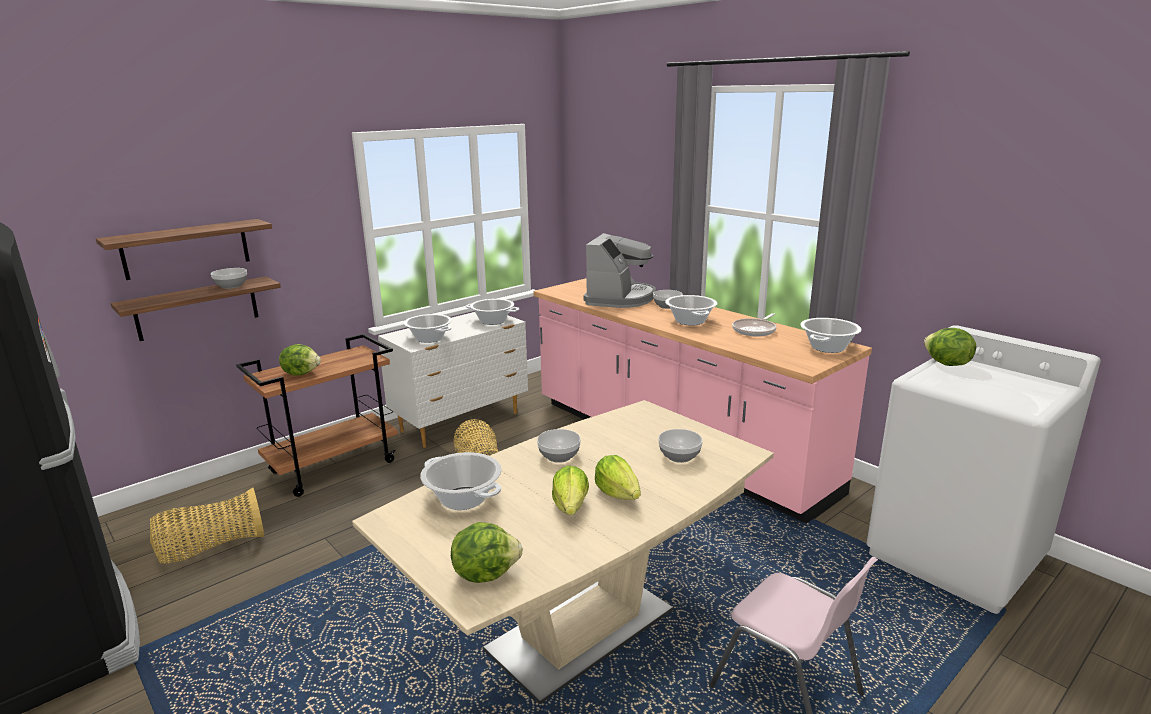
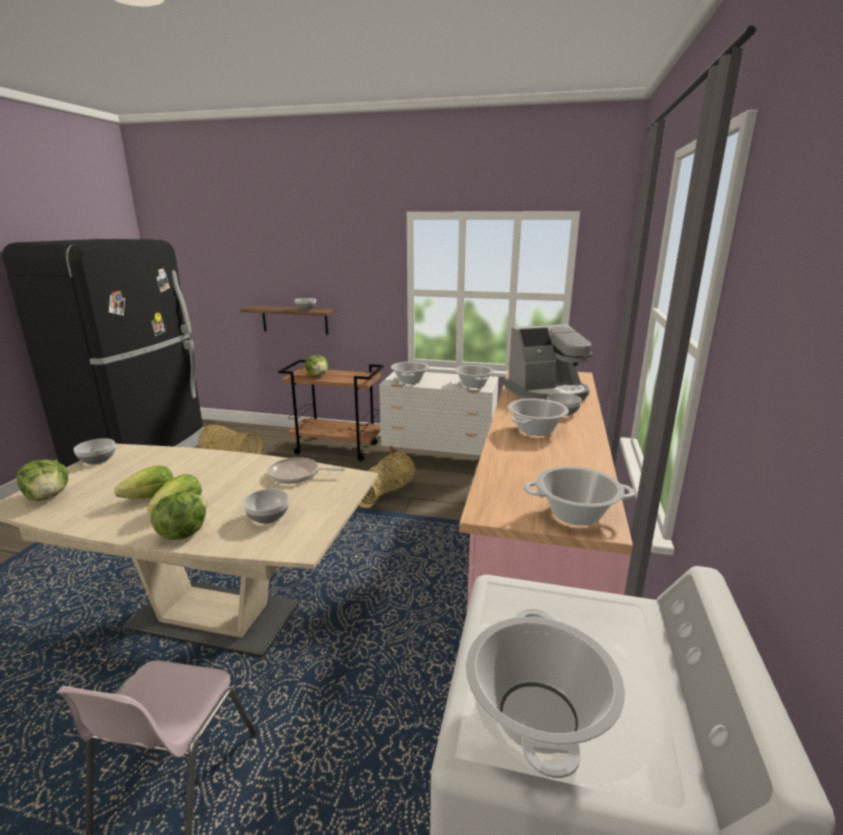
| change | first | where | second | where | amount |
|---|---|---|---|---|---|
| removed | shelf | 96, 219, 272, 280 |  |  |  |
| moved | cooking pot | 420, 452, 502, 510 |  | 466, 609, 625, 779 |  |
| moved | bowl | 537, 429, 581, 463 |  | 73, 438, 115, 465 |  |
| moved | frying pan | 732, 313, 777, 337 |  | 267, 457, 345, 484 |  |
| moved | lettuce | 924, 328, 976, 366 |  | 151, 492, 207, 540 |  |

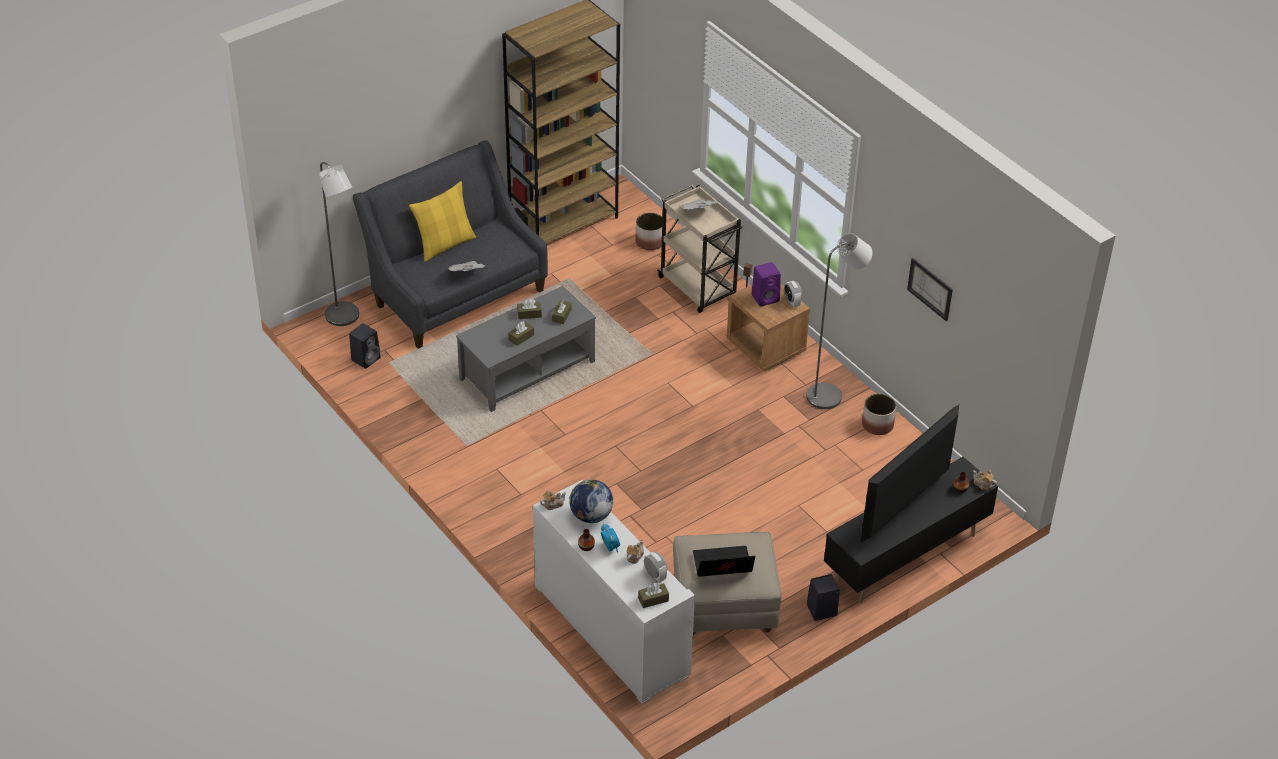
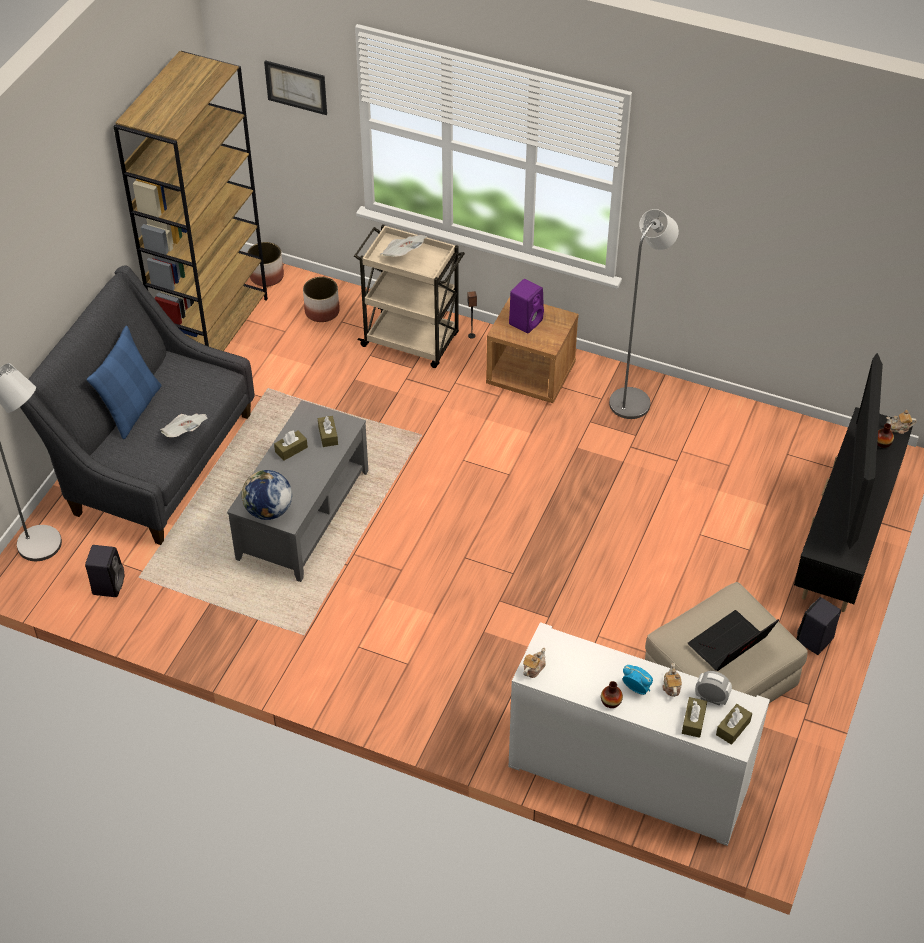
| change | first | where | second | where | amount |
|---|---|---|---|---|---|
| recoloured | yellow pillow | 409, 181, 476, 262 | blue pillow | 87, 326, 162, 439 |  |
| moved | brown tissue box | 508, 321, 534, 346 |  | 682, 697, 707, 738 |  |
| moved | globe | 569, 479, 613, 523 |  | 242, 470, 292, 520 |  |
| removed | alarm clock | 784, 281, 802, 307 |  |  |  |
| moved | planter | 862, 394, 896, 435 |  | 247, 242, 284, 287 |  |
| moved | picture | 907, 258, 953, 321 |  | 264, 60, 327, 115 |  |

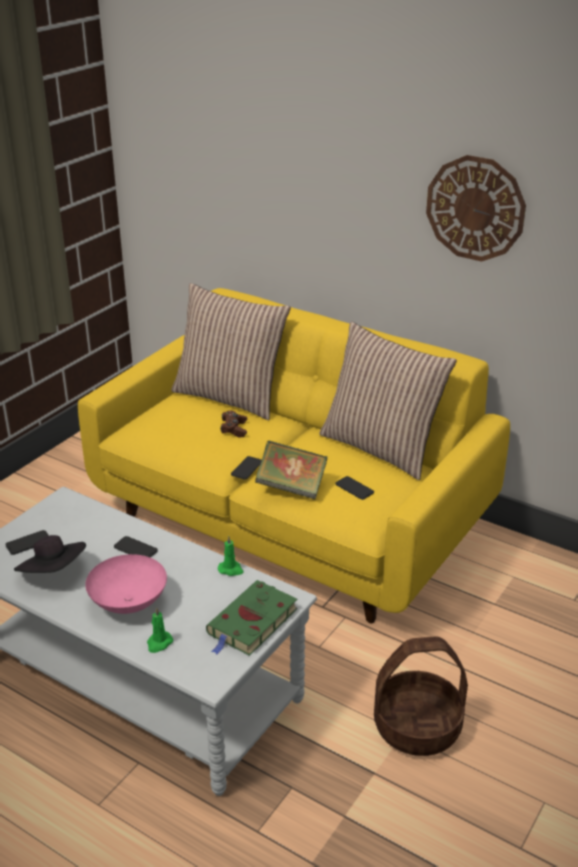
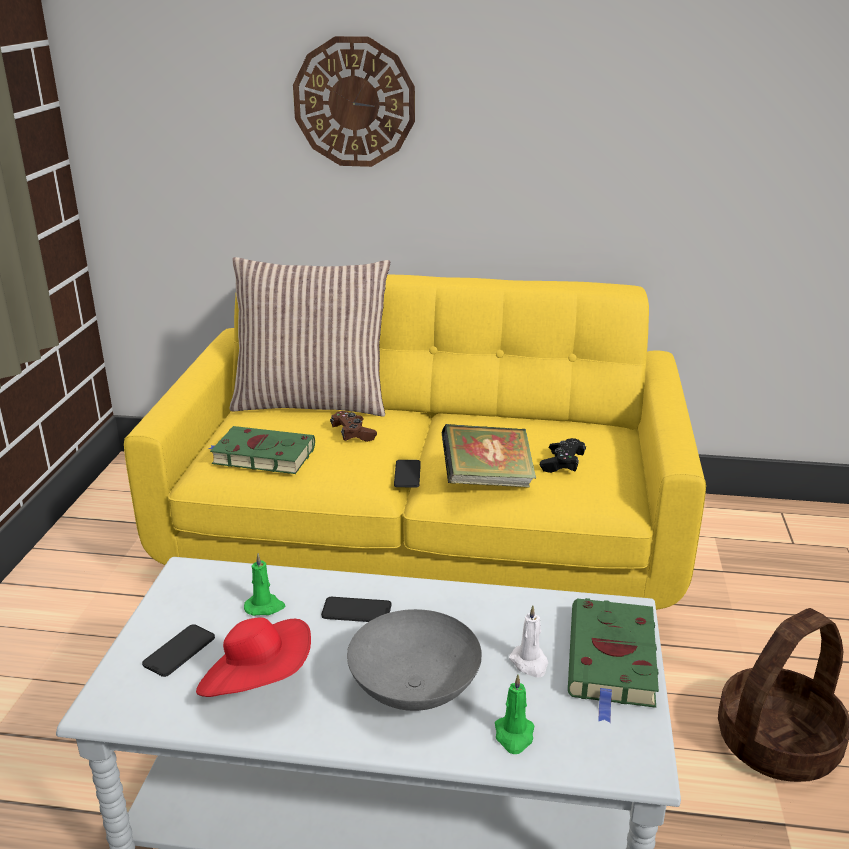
| change | first | where | second | where | amount |
|---|---|---|---|---|---|
| recoloured | black hat | 14, 535, 86, 573 | red hat | 196, 618, 311, 697 |  |
| recoloured | pink bowl | 85, 554, 167, 614 | grey bowl | 347, 609, 482, 711 |  |
| moved | green candle | 218, 536, 244, 576 |  | 244, 553, 286, 616 |  |
| removed | pillow | 319, 321, 457, 480 |  |  |  |
| replaced | phone | 335, 476, 374, 500 | black game controller | 540, 438, 586, 473 |  |
| moved | wall clock | 426, 155, 526, 262 |  | 293, 36, 415, 167 |  |
| added |  |  | green book | 208, 426, 315, 474 |  |
| added |  |  | white candle | 509, 605, 548, 678 |  |

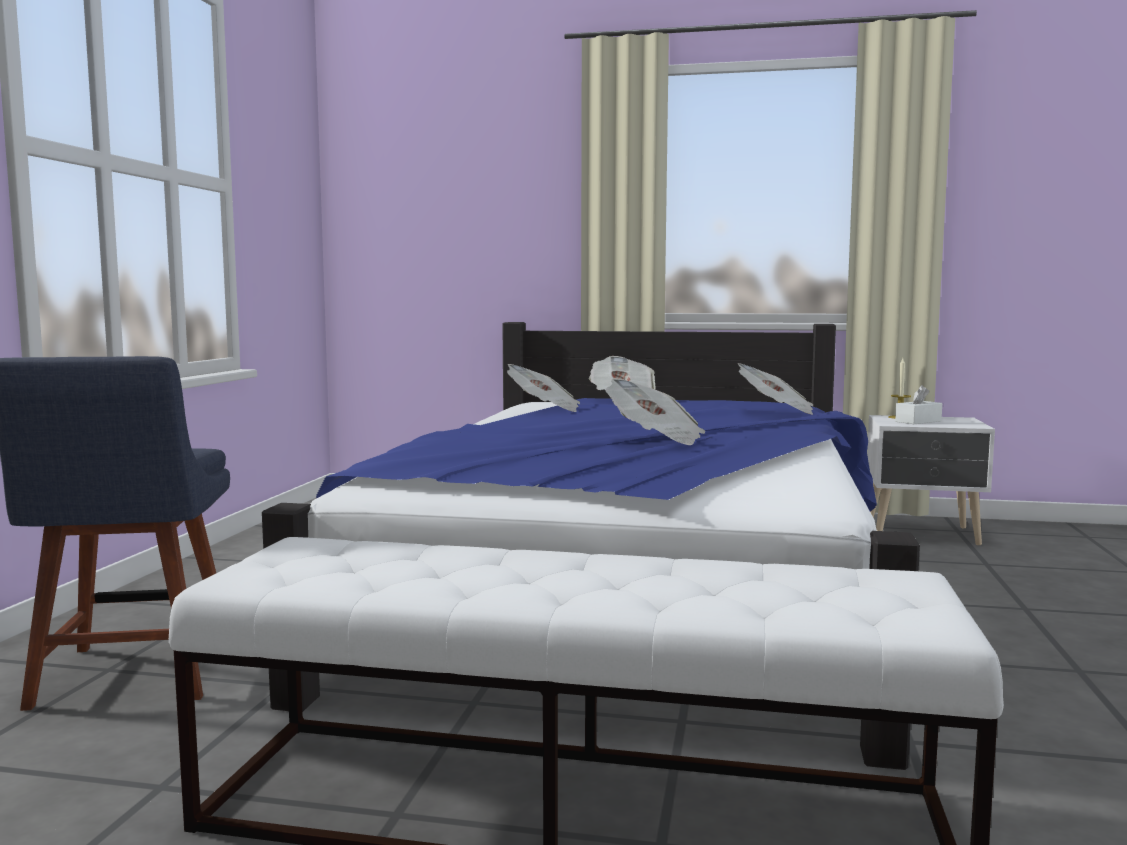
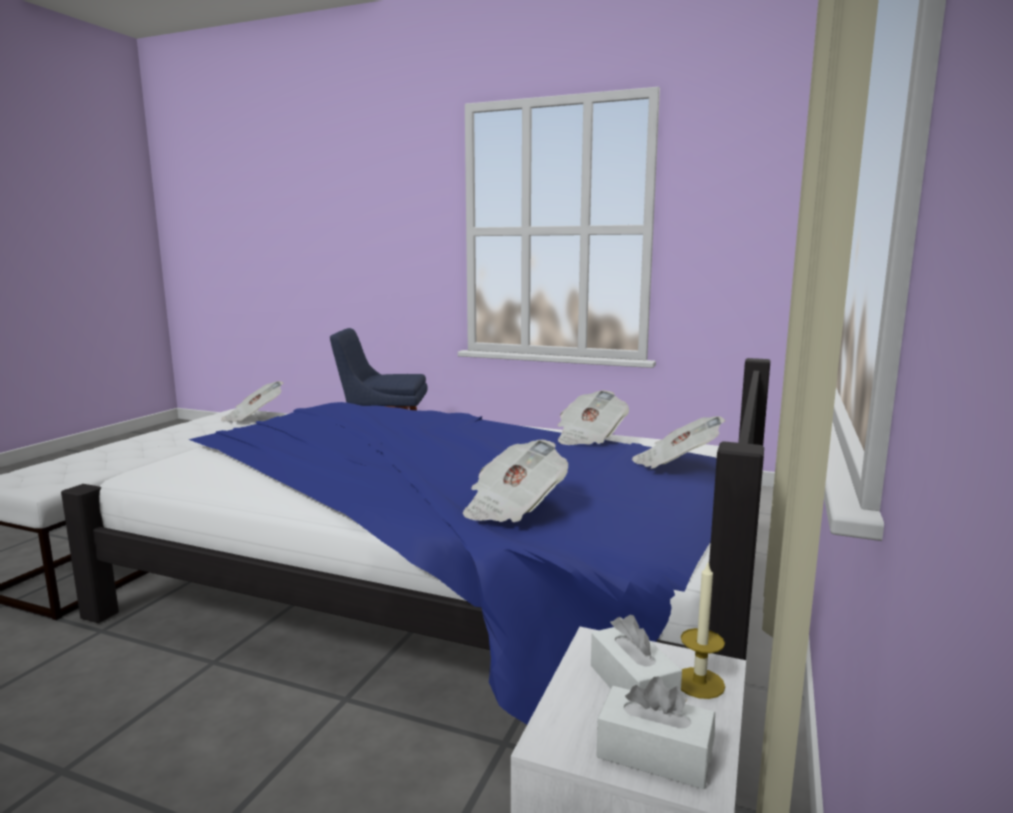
| change | first | where | second | where | amount |
|---|---|---|---|---|---|
| moved | newspaper | 606, 378, 705, 445 |  | 221, 381, 284, 422 |  |
| added |  |  | white tissue box | 596, 676, 715, 789 |  |

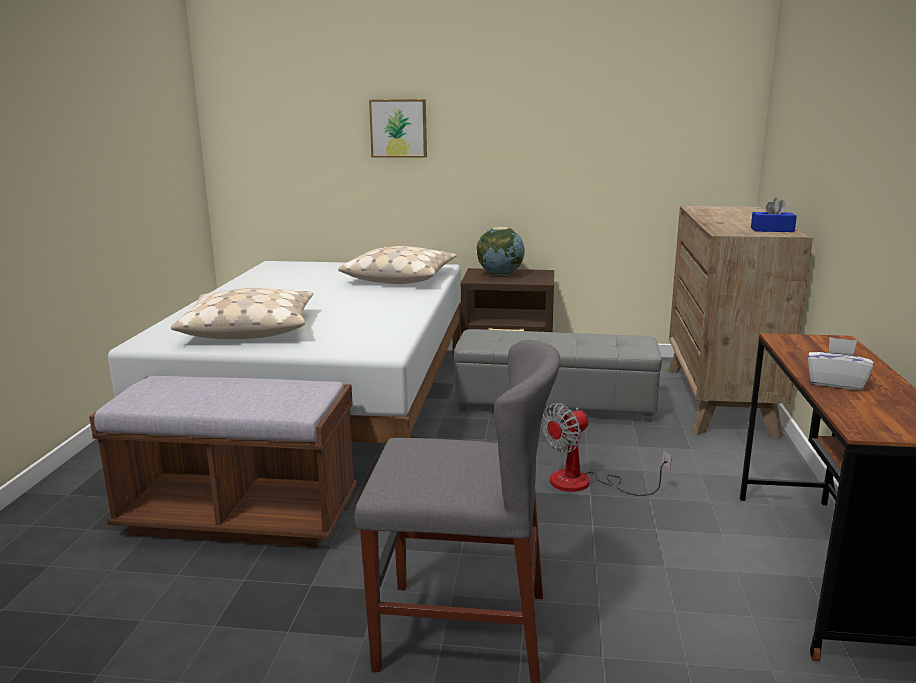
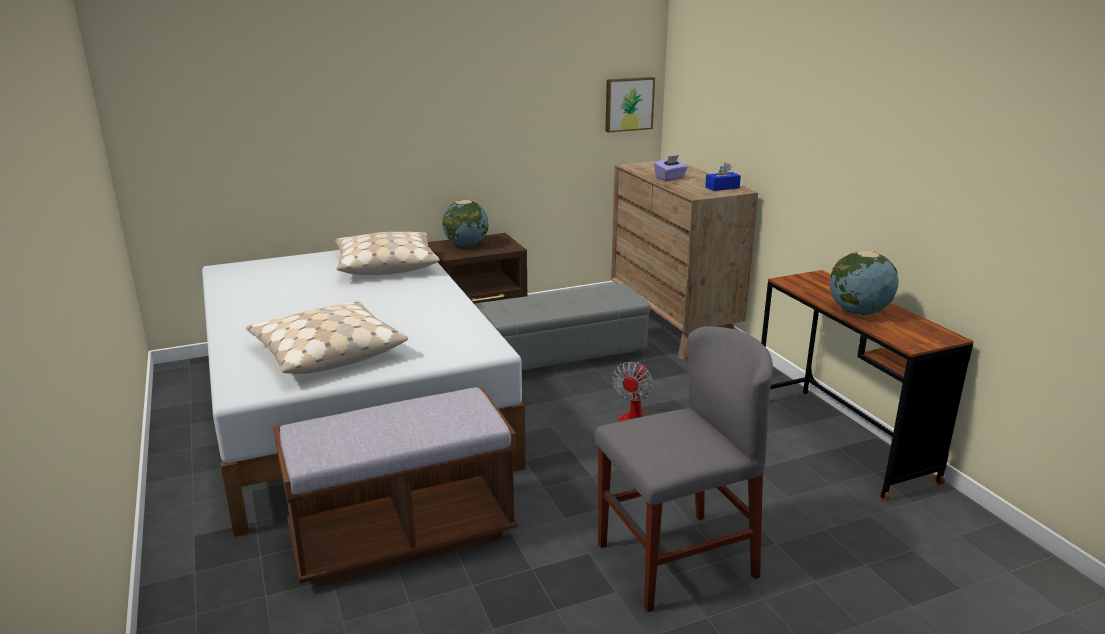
| change | first | where | second | where | amount |
|---|---|---|---|---|---|
| moved | picture | 369, 99, 427, 158 |  | 605, 77, 655, 133 |  |
| replaced | white tissue box | 808, 337, 874, 390 | globe | 830, 250, 899, 316 |  |
| added |  |  | purple tissue box | 654, 155, 688, 181 |  |

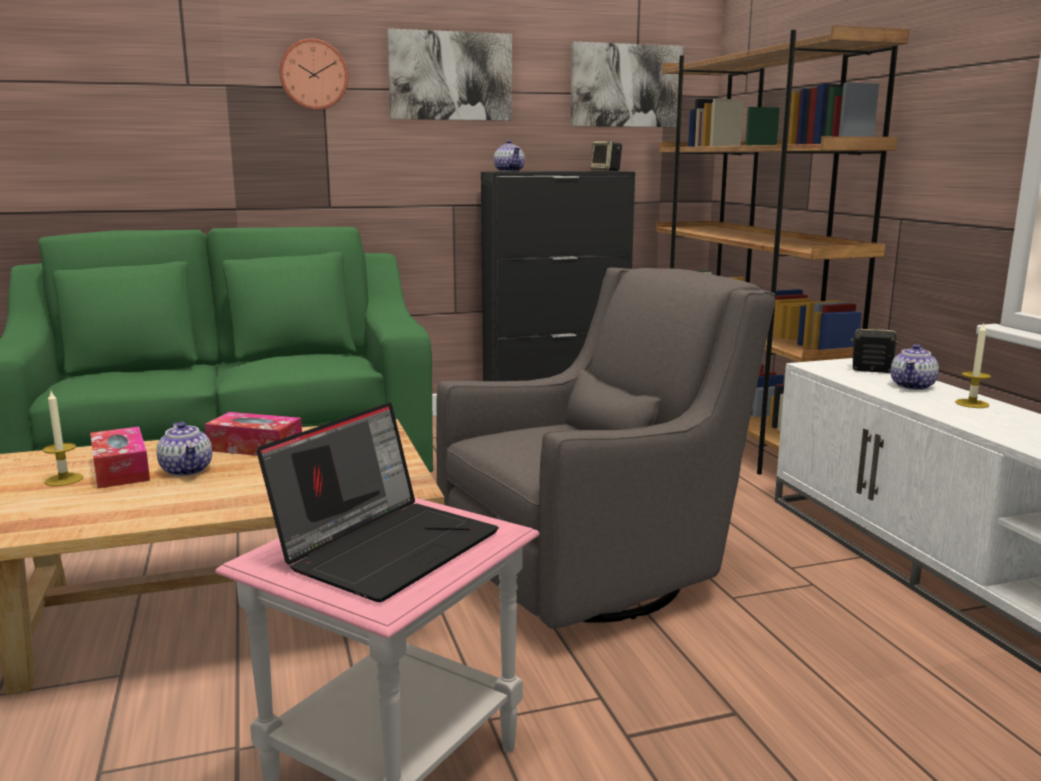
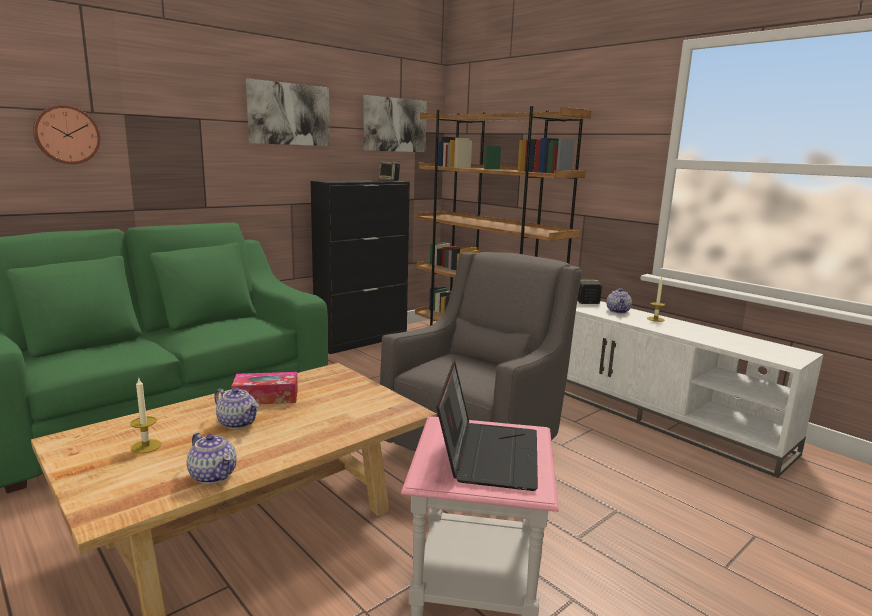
| change | first | where | second | where | amount |
|---|---|---|---|---|---|
| removed | tissue box | 90, 427, 150, 489 |  |  |  |
| moved | wall clock | 279, 39, 348, 110 |  | 33, 105, 100, 164 |  |
| moved | teapot | 494, 140, 525, 172 |  | 187, 433, 237, 484 |  |

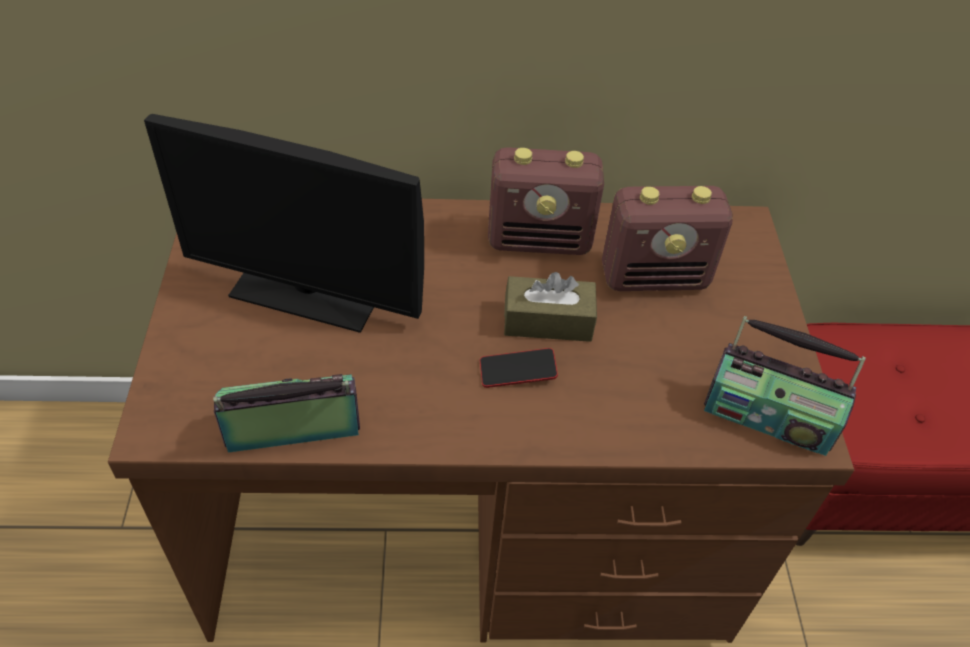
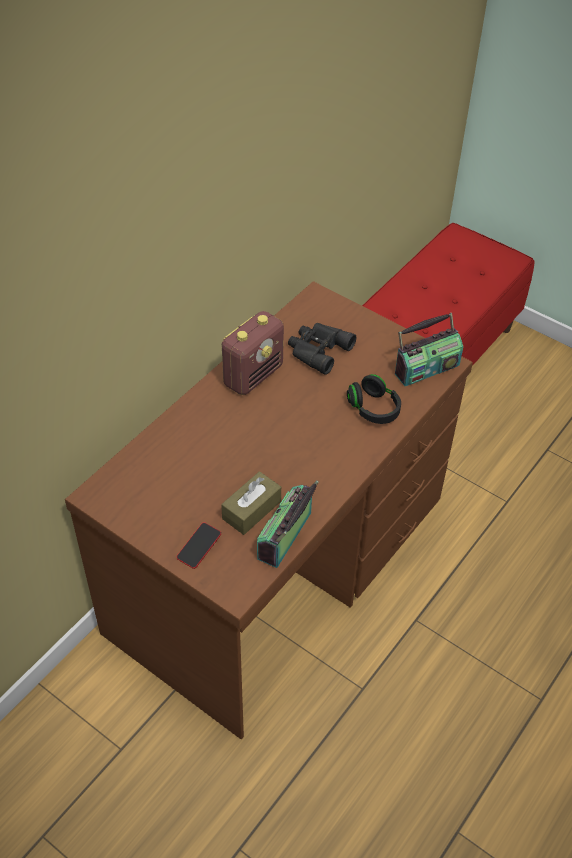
| change | first | where | second | where | amount |
|---|---|---|---|---|---|
| removed | monitor | 144, 114, 424, 333 |  |  |  |
| moved | phone | 480, 348, 558, 388 |  | 177, 522, 221, 569 |  |
| moved | brown tissue box | 504, 272, 597, 342 |  | 221, 471, 281, 535 |  |
| replaced | radio | 602, 186, 733, 291 | black binoculars | 288, 323, 356, 375 |  |
| added |  |  | black headphones | 347, 374, 401, 424 |  |

